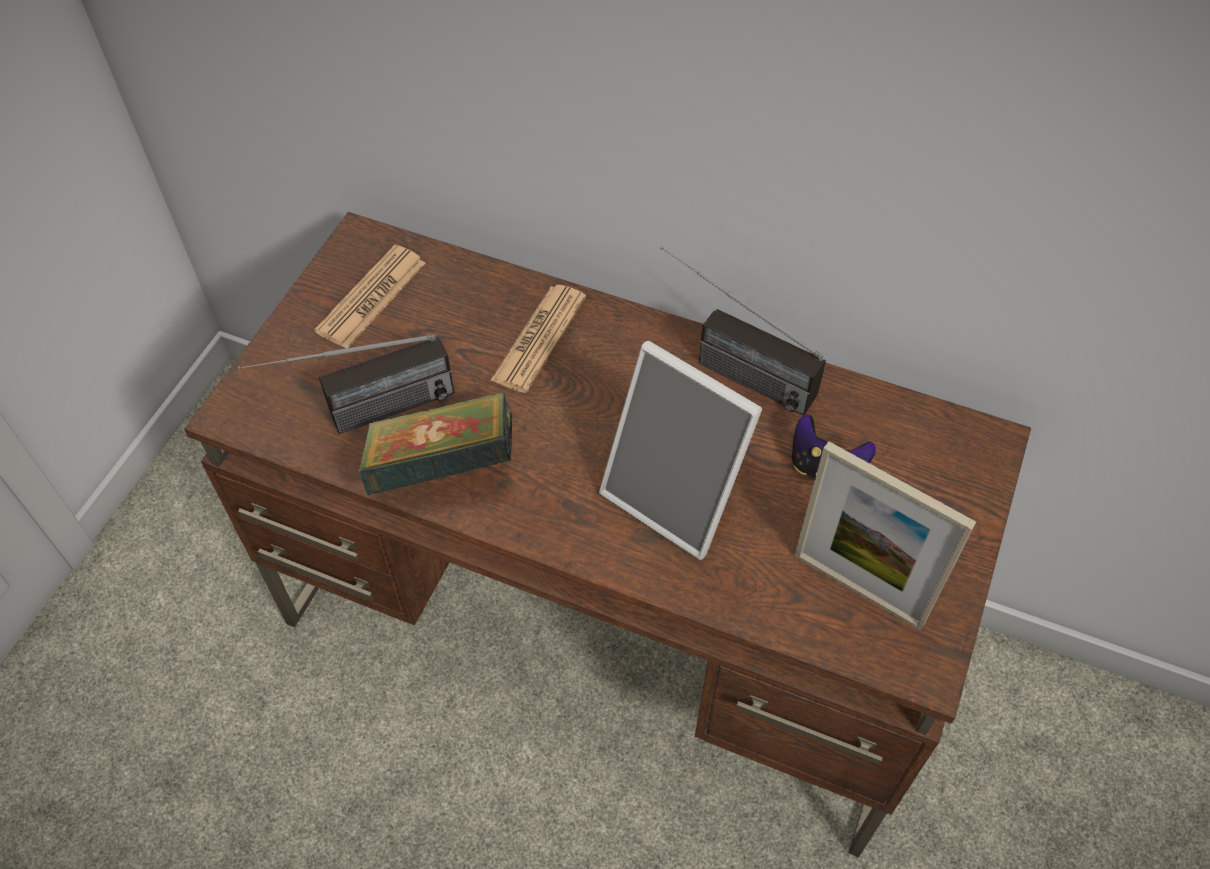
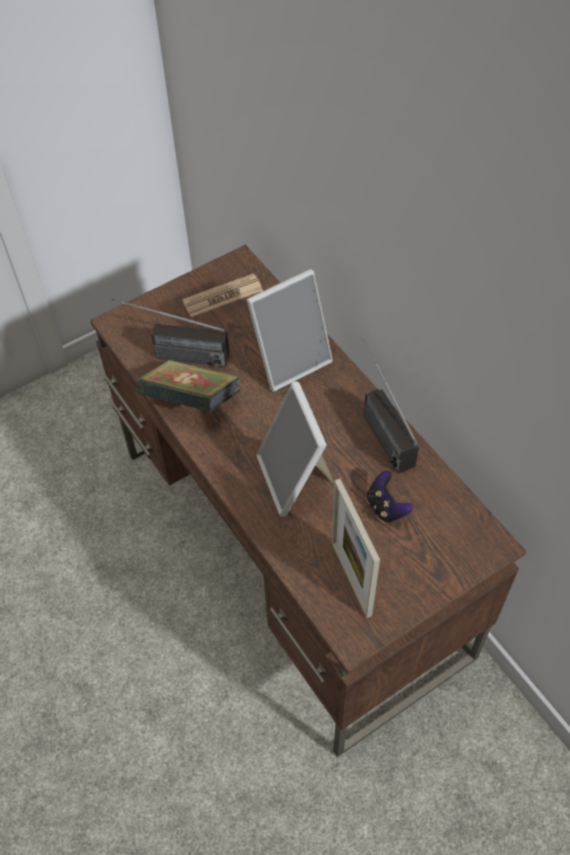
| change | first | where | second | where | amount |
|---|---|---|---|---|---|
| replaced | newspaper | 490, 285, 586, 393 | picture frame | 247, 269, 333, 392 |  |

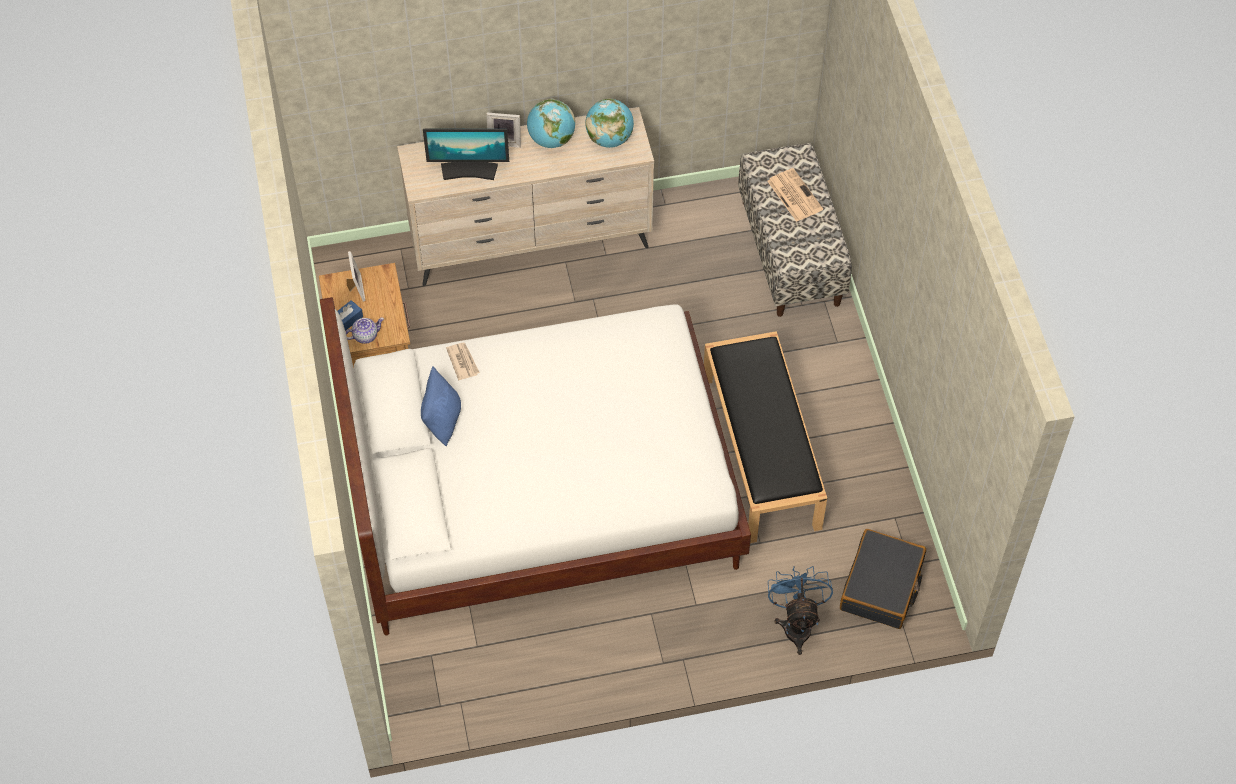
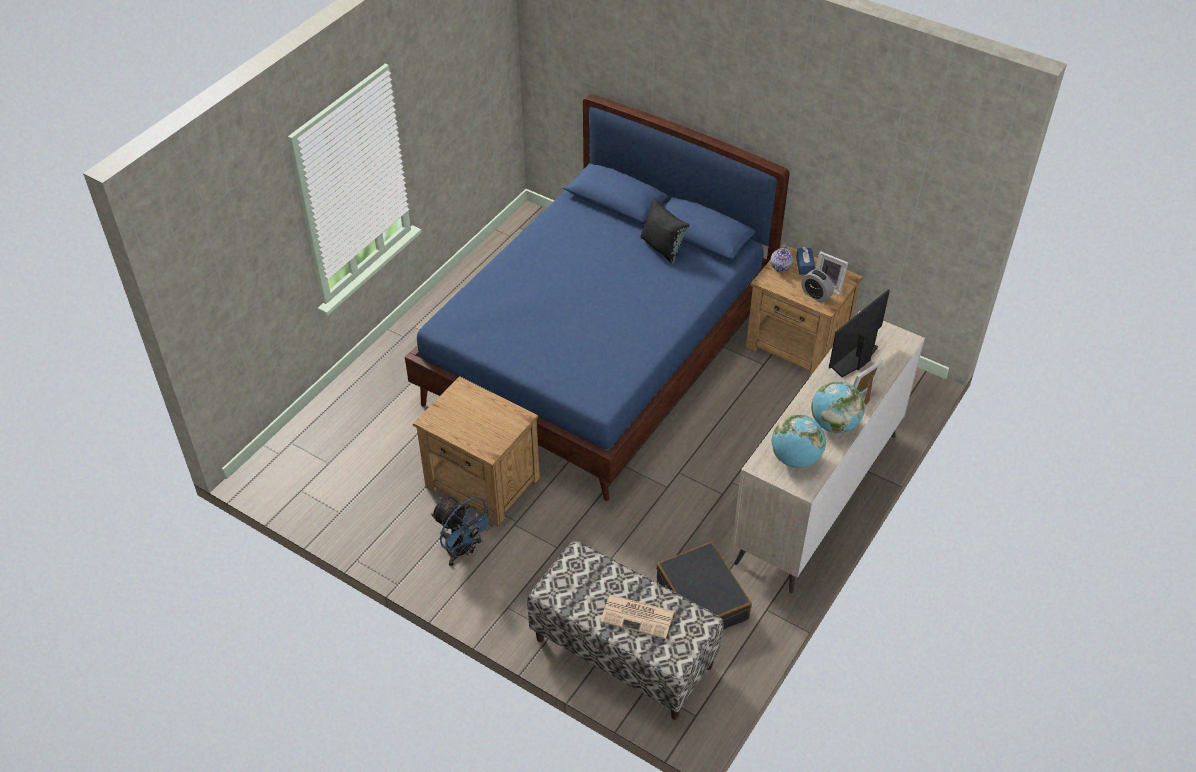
| change | first | where | second | where | amount |
|---|---|---|---|---|---|
| recoloured | white bed | 320, 297, 751, 635 | blue bed | 405, 94, 790, 501 |  |
| recoloured | blue pillow | 421, 367, 461, 446 | black pillow | 641, 198, 689, 264 |  |
| removed | newspaper | 446, 343, 480, 380 |  |  |  |
| replaced | black bench | 704, 331, 827, 543 | brown nightstand | 413, 376, 540, 526 |  |
| moved | blue fan | 768, 566, 833, 655 |  | 431, 496, 495, 566 |  |
| moved | black suitcase | 840, 529, 926, 629 |  | 656, 542, 752, 630 |  |
| added |  |  | alarm clock | 801, 269, 834, 303 |  |

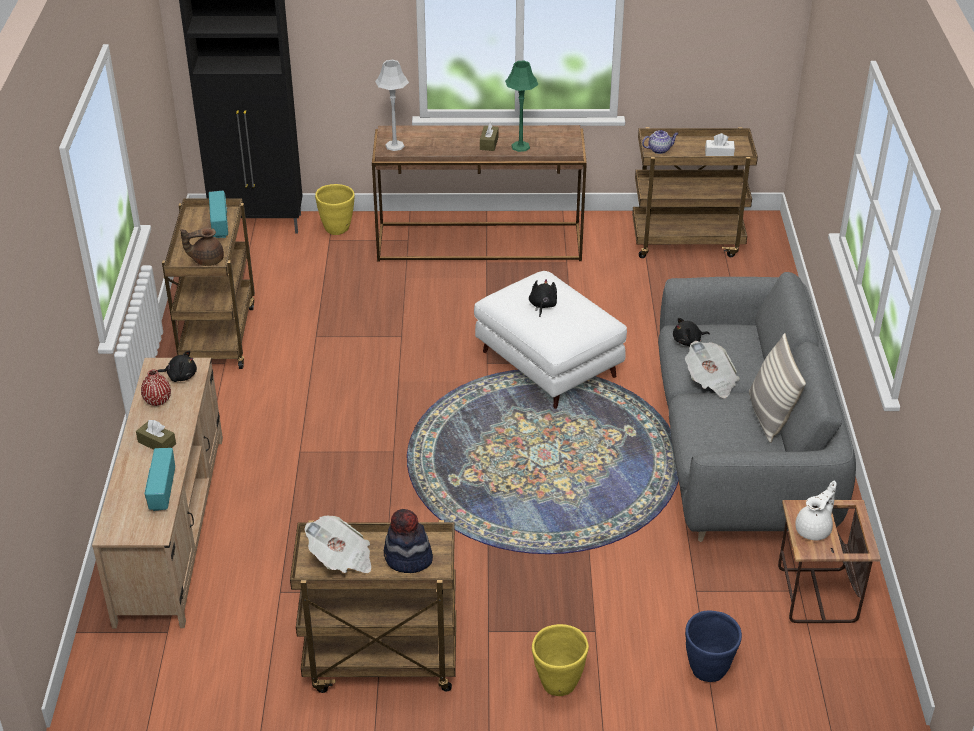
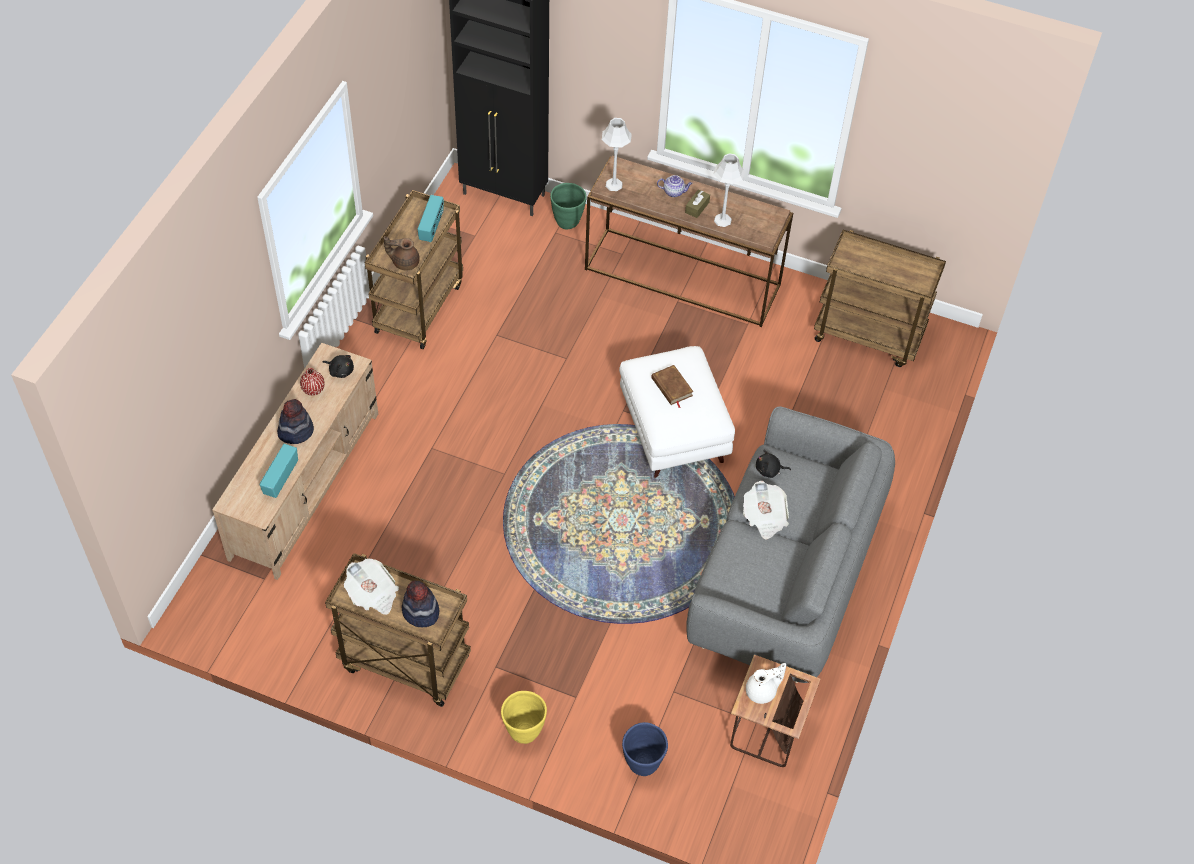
| change | first | where | second | where | amount |
|---|---|---|---|---|---|
| replaced | brown tissue box | 136, 420, 176, 450 | hat | 277, 399, 314, 444 |  |
| recoloured | yellow planter | 315, 184, 355, 235 | green planter | 550, 183, 587, 230 |  |
| recoloured | green table lamp | 505, 60, 538, 152 | grey table lamp | 714, 153, 745, 227 |  |
| replaced | black plush toy | 529, 279, 557, 317 | brown book | 651, 365, 693, 408 |  |
| moved | teapot | 642, 130, 679, 154 |  | 657, 175, 693, 197 |  |
| removed | white tissue box | 705, 133, 735, 156 |  |  |  |
| removed | pillow | 749, 333, 806, 443 |  |  |  |

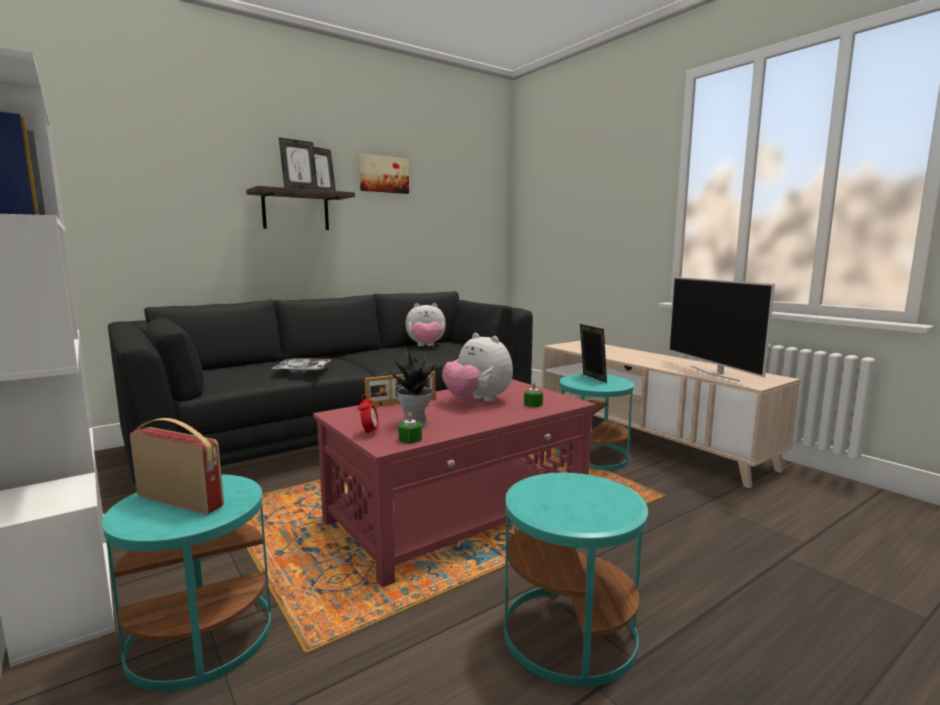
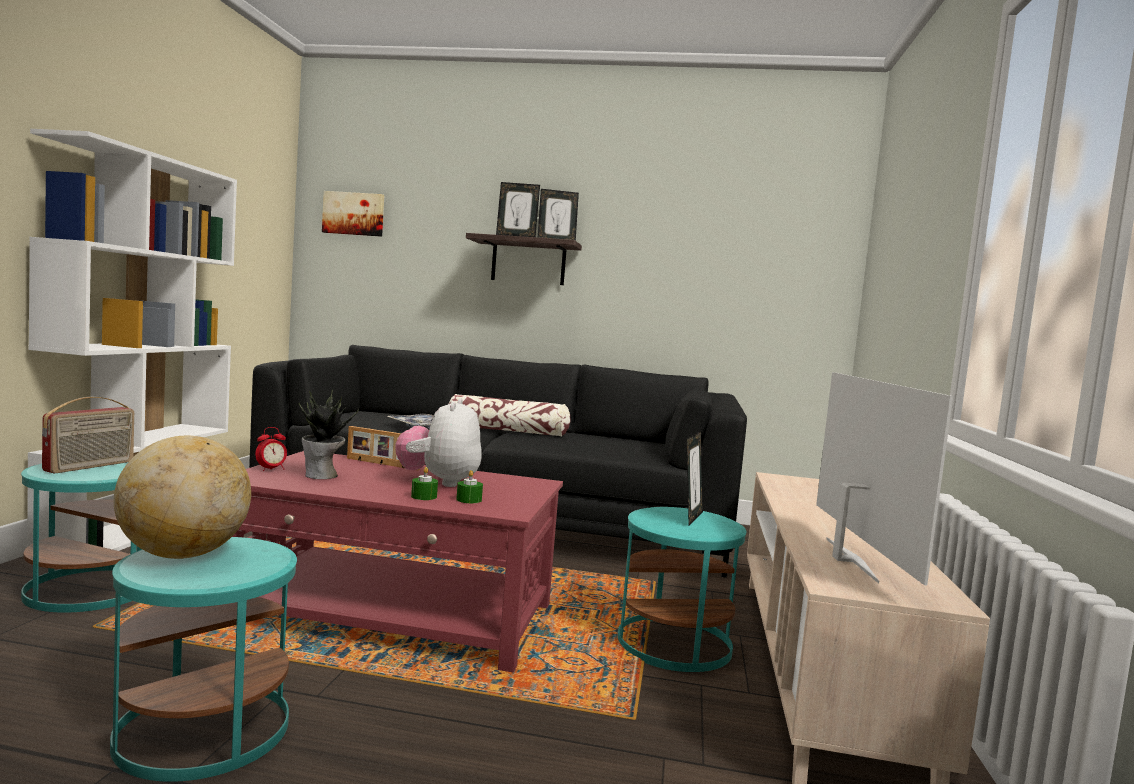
| change | first | where | second | where | amount |
|---|---|---|---|---|---|
| turned | radio | 130, 418, 224, 515 |  | 42, 397, 134, 474 | 45 degrees clockwise |
| moved | picture | 359, 153, 409, 194 |  | 322, 191, 384, 237 |  |
| moved | green candle | 398, 413, 422, 443 |  | 411, 467, 438, 500 |  |
| removed | plush toy | 405, 303, 446, 346 |  |  |  |
| turned | television | 669, 277, 775, 382 |  | 816, 372, 953, 585 | 150 degrees clockwise |
| added |  |  | globe | 113, 436, 251, 559 |  |
| added |  |  | pillow | 448, 394, 571, 437 |  |

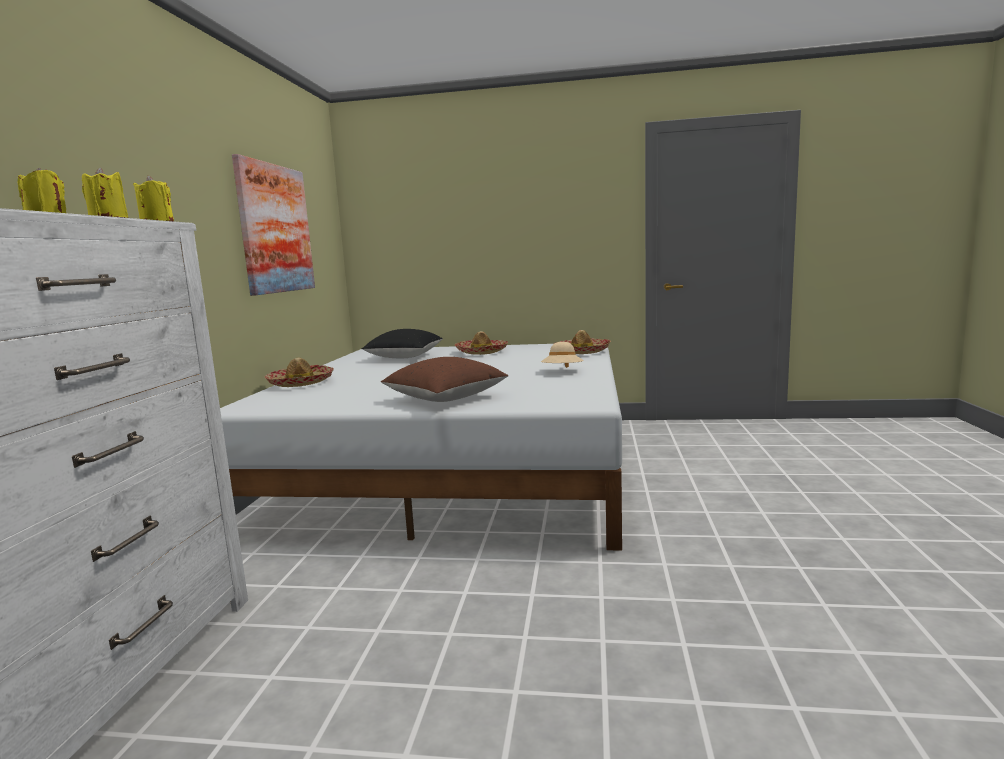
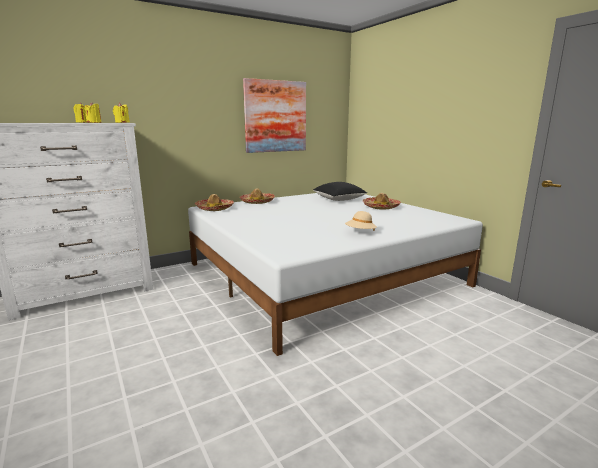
| change | first | where | second | where | amount |
|---|---|---|---|---|---|
| removed | brown pillow | 381, 357, 508, 402 |  |  |  |
| moved | hat | 553, 330, 611, 354 |  | 195, 194, 234, 211 |  |

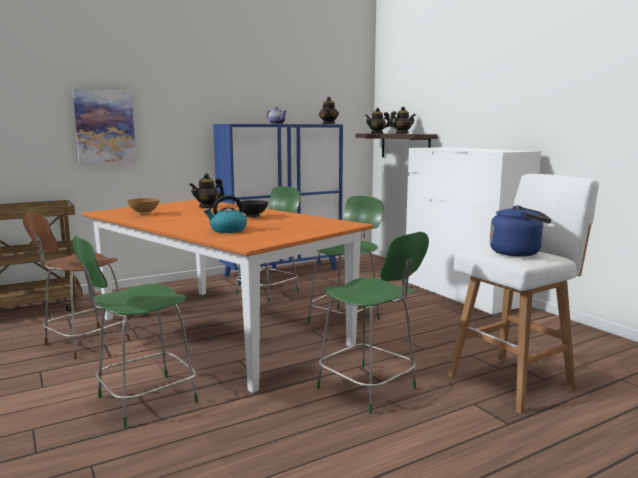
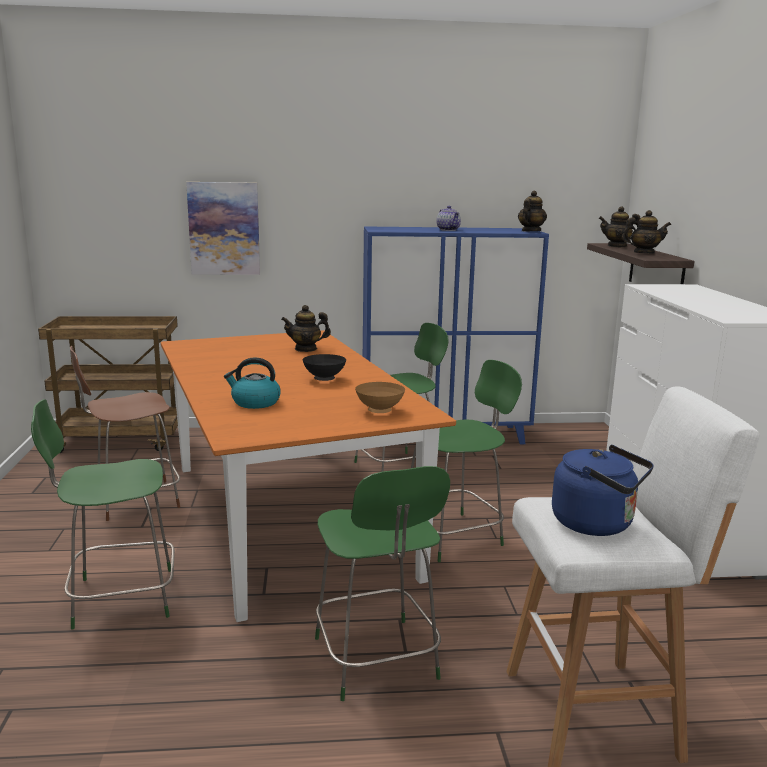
| change | first | where | second | where | amount |
|---|---|---|---|---|---|
| moved | brown bowl | 127, 198, 160, 215 |  | 355, 382, 405, 413 |  |

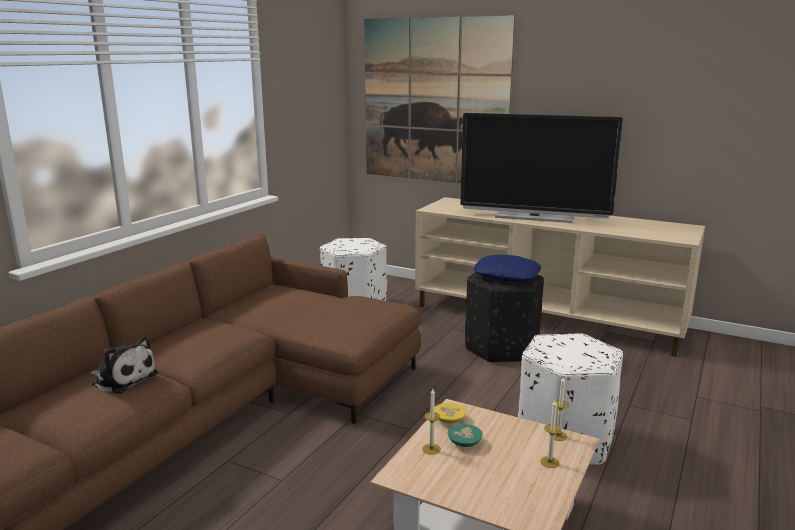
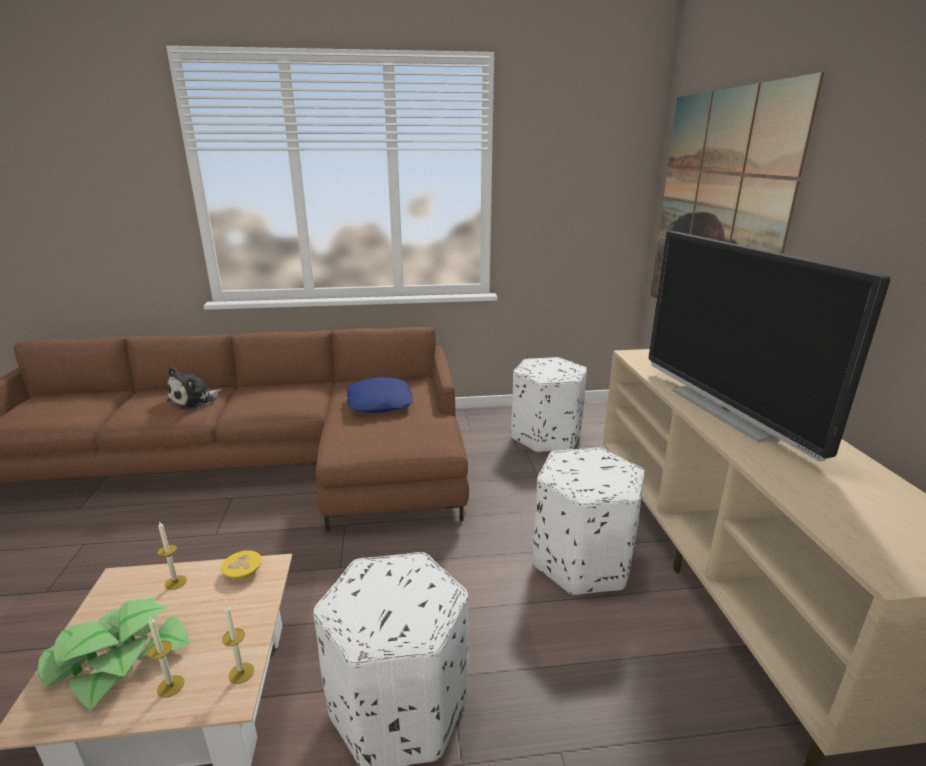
| change | first | where | second | where | amount |
|---|---|---|---|---|---|
| turned | plush toy | 90, 337, 158, 394 |  | 167, 367, 222, 409 | 45 degrees clockwise |
| removed | turquoise bowl | 448, 424, 483, 447 |  |  |  |
| recoloured | black ottoman | 465, 272, 544, 363 | white ottoman | 533, 447, 645, 595 |  |
| moved | blue pillow | 474, 255, 541, 281 |  | 347, 377, 413, 413 |  |
| added |  |  | potted plant | 37, 598, 190, 711 |  |

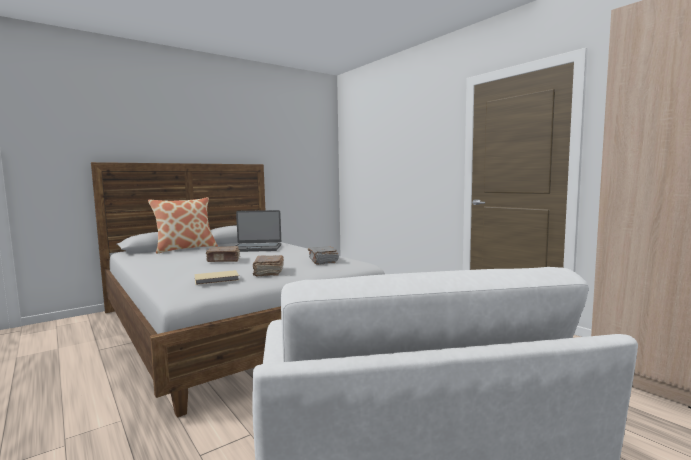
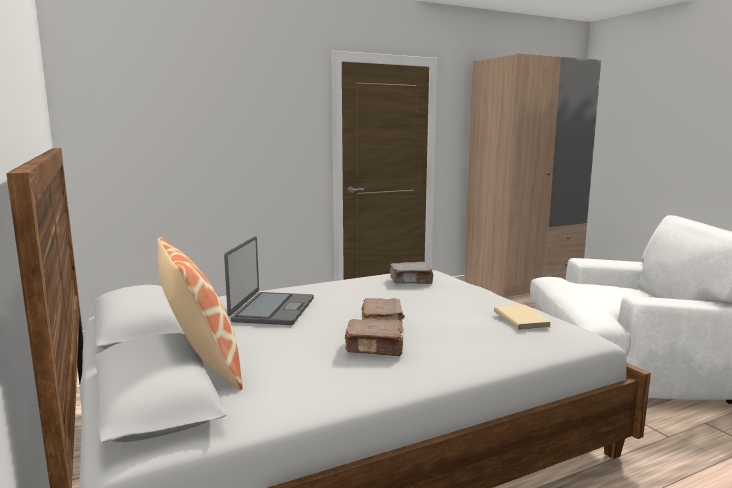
| change | first | where | second | where | amount |
|---|---|---|---|---|---|
| moved | brown book | 253, 255, 284, 276 |  | 345, 319, 404, 356 |  |

